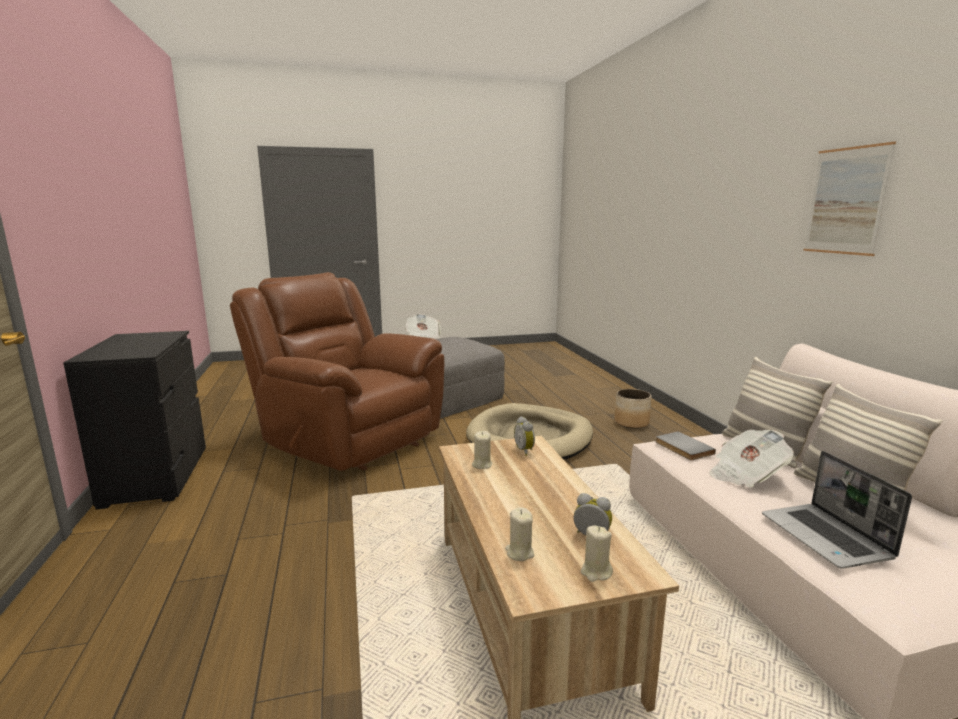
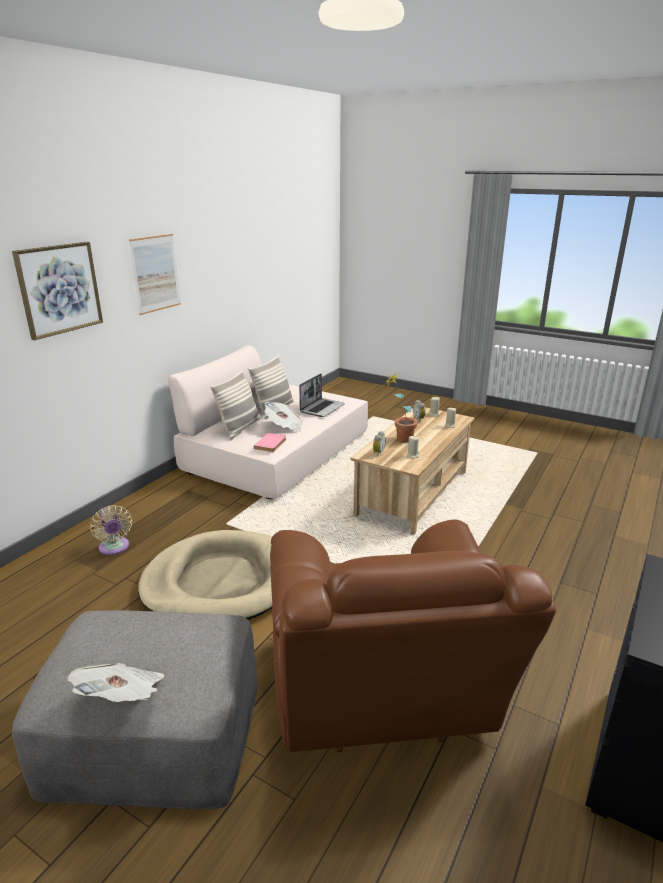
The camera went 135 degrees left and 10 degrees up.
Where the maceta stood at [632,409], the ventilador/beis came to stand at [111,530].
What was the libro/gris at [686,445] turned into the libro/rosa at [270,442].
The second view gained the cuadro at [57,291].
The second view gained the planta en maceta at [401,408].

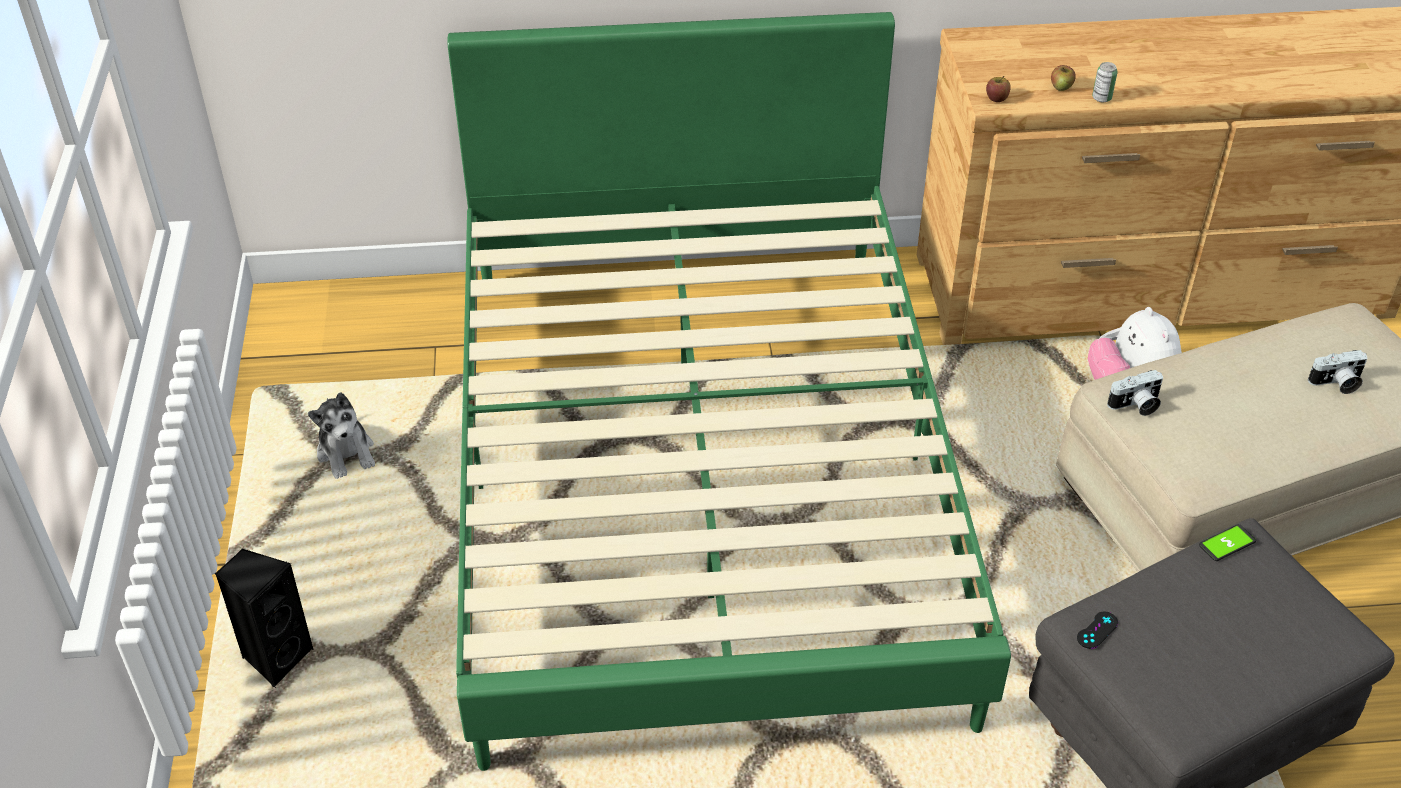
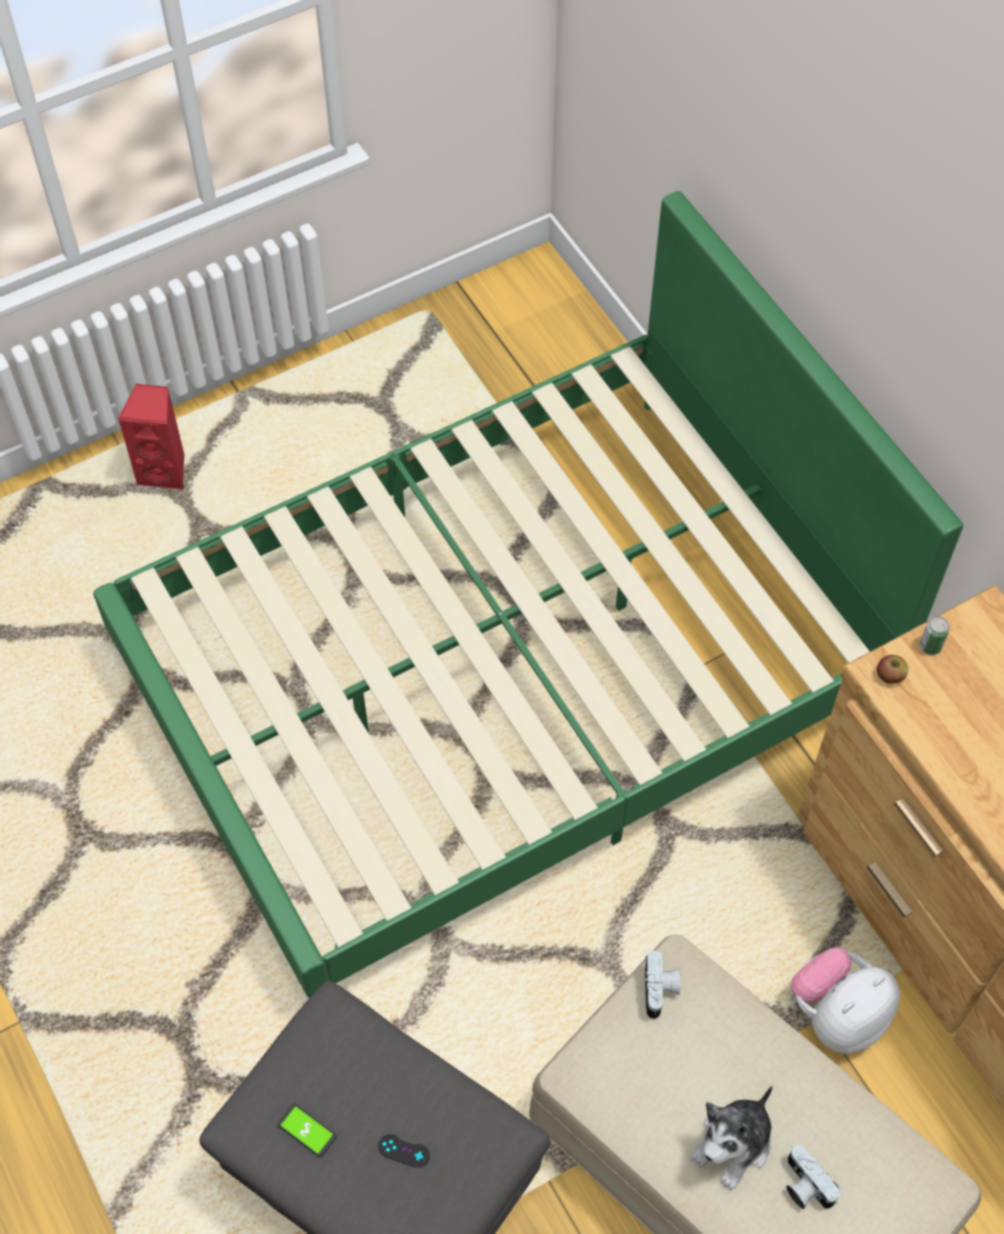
The camera went 65 degrees right and 15 degrees up.
What was the altavoz/negro at [264,618] turned into the altavoz/rojo at [151,437].
The peluche ended up elsewhere, having gone from [341,435] to [732,1138].
The second view lost the manzana at [1063,78].
The mando de consola/negro ended up elsewhere, having gone from [1097,630] to [404,1151].
The lata ended up elsewhere, having gone from [1105,82] to [934,635].
The cámara at [1135,393] ended up facing another way, 135 degrees counterclockwise from before.
The móvil ended up elsewhere, having gone from [1227,542] to [307,1130].

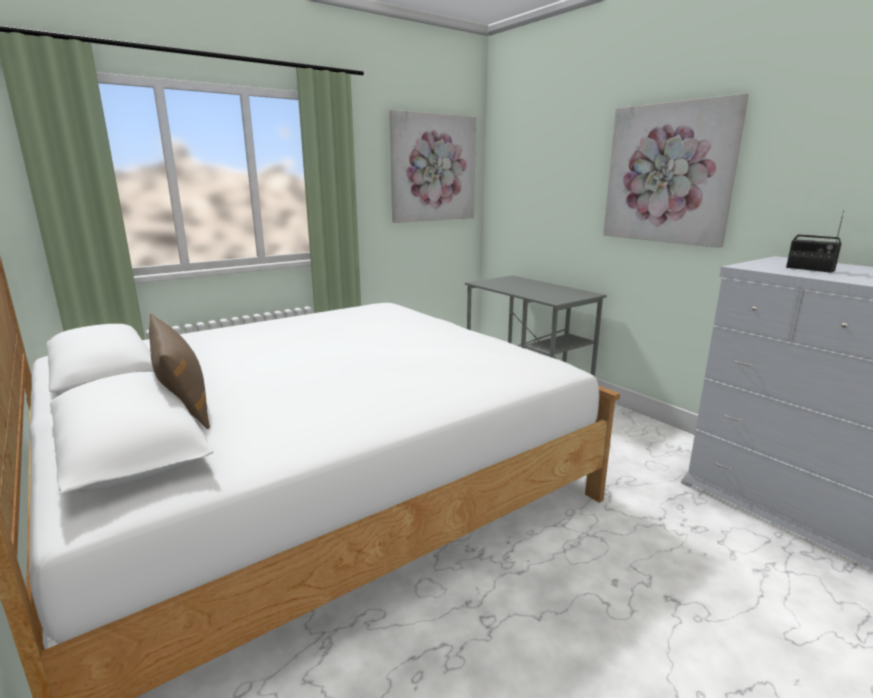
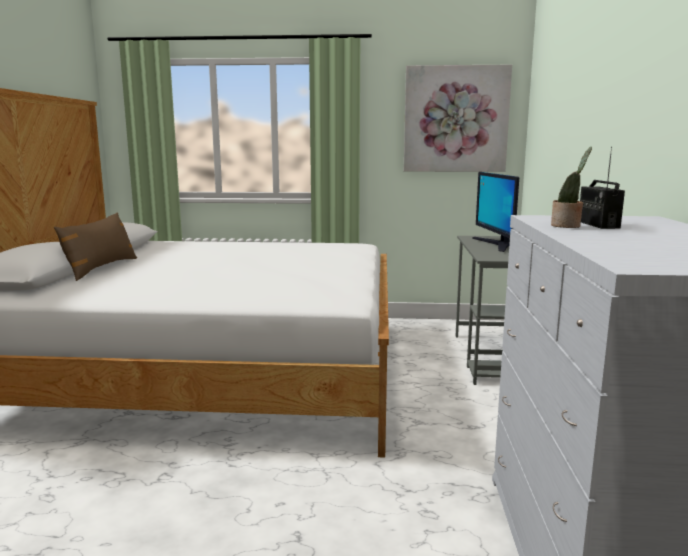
The camera went 40 degrees right and 5 degrees down.
The second view lost the cuadro at [676,170].
The second view gained the monitor at [495,212].
The second view gained the planta en maceta at [571,187].

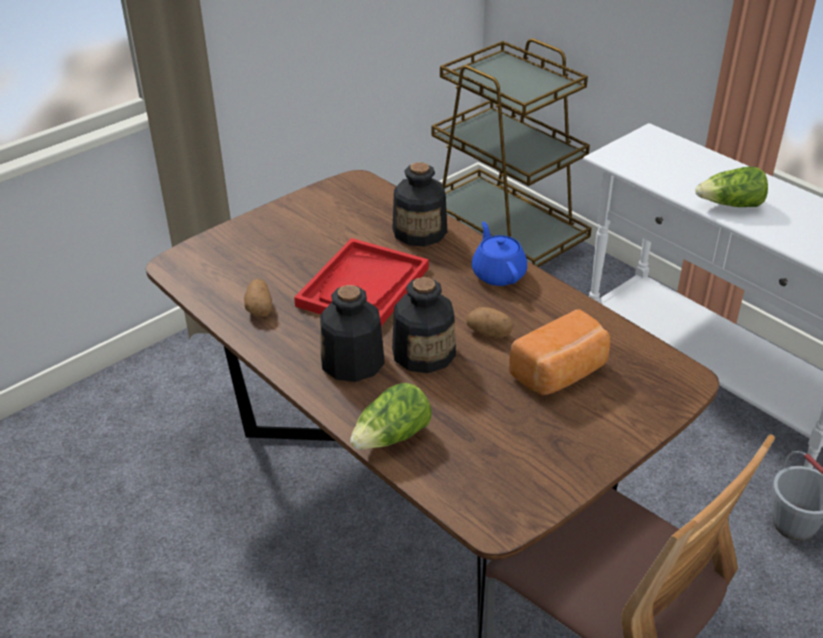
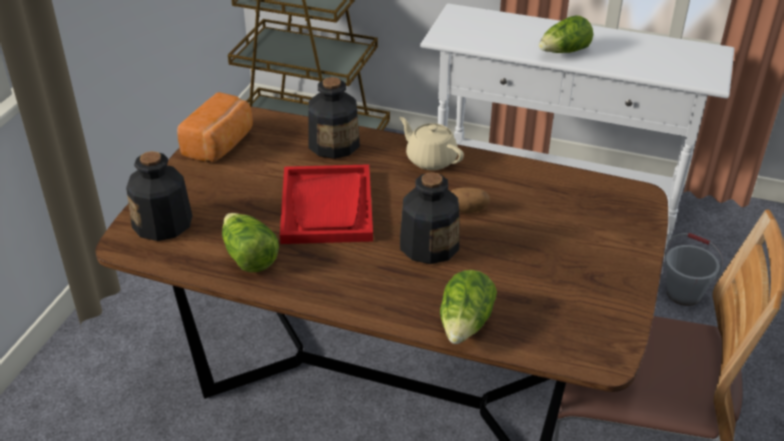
The camera went 30 degrees left and 0 degrees up.
Where the patata stood at [258,298], the lechuga came to stand at [250,242].
The botella ended up elsewhere, having gone from [352,333] to [159,196].
What was the tetera/azul at [499,253] turned into the tetera/beis at [431,143].
The pan ended up elsewhere, having gone from [559,352] to [215,127].

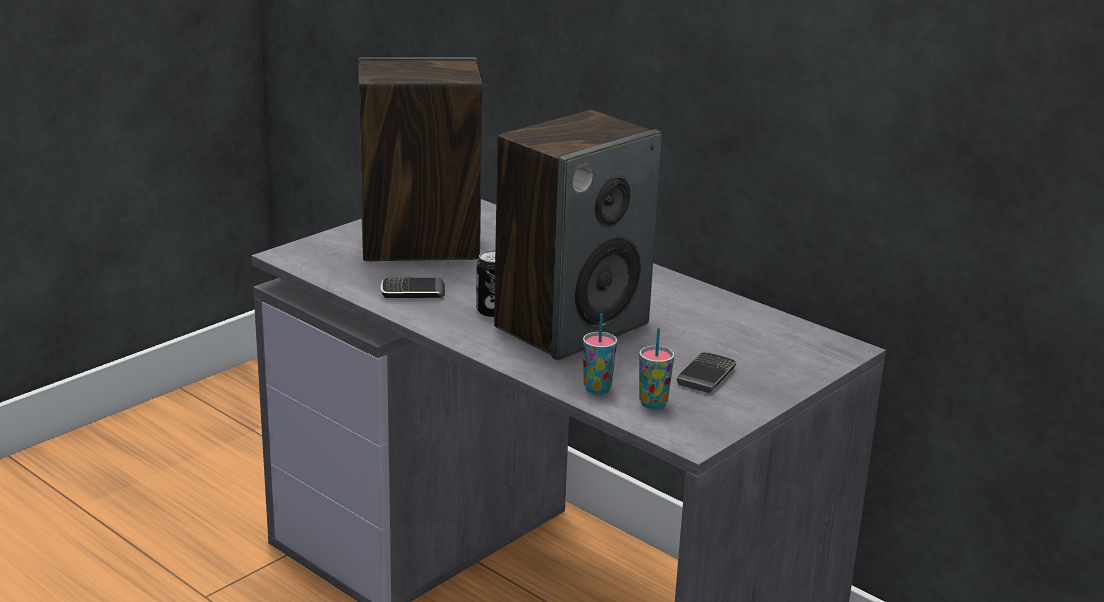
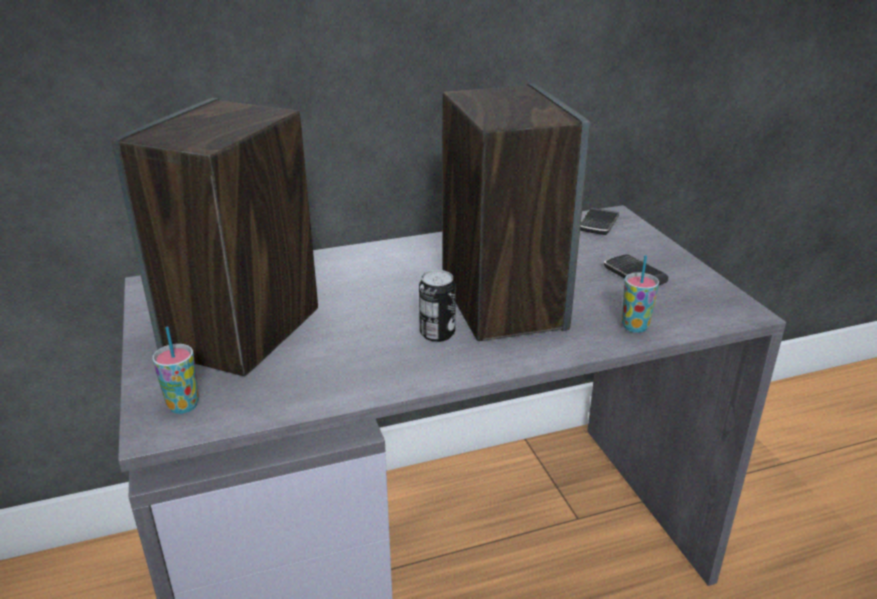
The camera went 60 degrees left and 5 degrees up.
The móvil ended up elsewhere, having gone from [413,288] to [599,221].
The taza ended up elsewhere, having gone from [656,368] to [175,370].

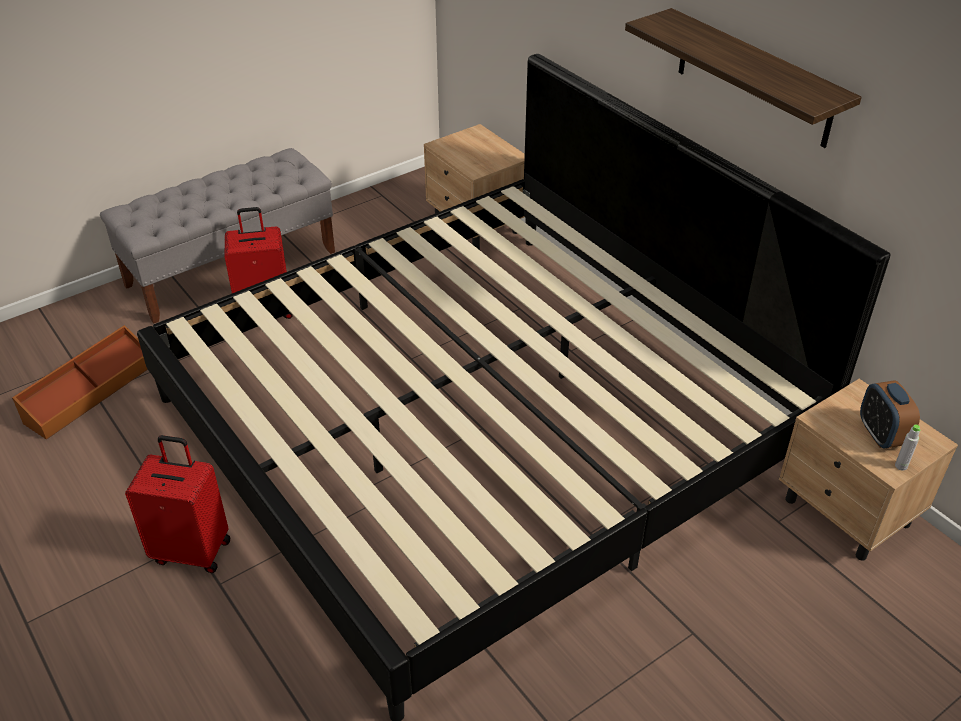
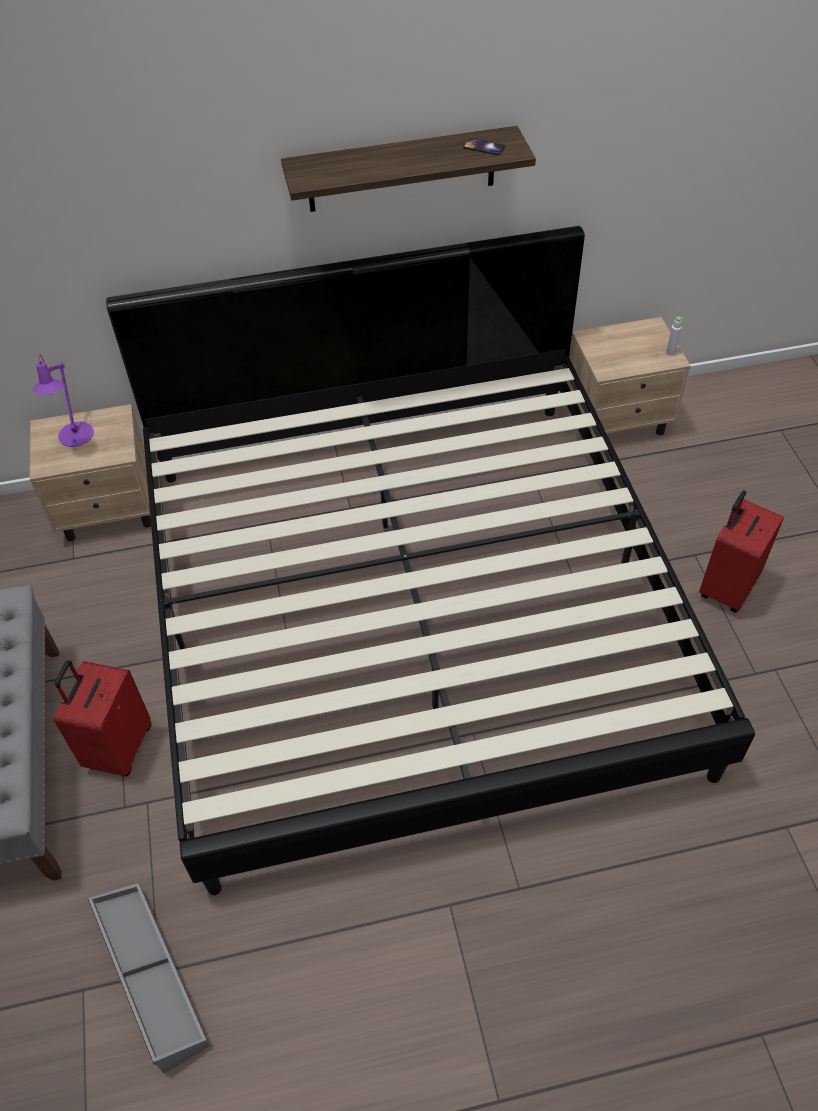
The camera went 65 degrees left and 10 degrees up.
What was the caja de almacenaje/marrón at [80,382] turned into the caja de almacenaje/gris at [149,978].
The maleta/rojo ended up elsewhere, having gone from [178,504] to [741,551].
The second view lost the despertador at [890,414].
The second view gained the lámpara de mesa/morado at [63,400].
The second view gained the móvil at [484,146].

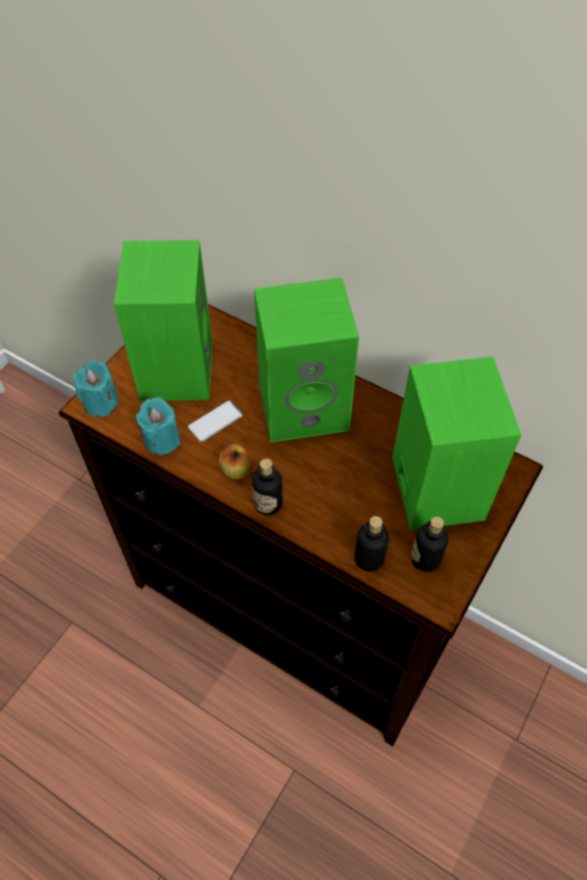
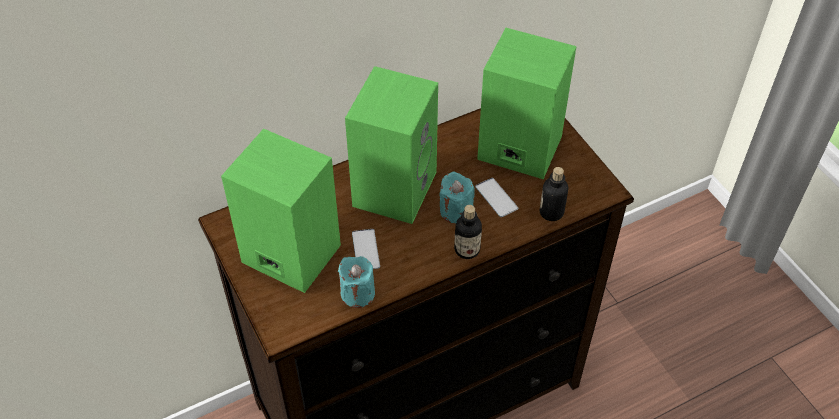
The camera went 60 degrees left and 5 degrees down.
The vela/turquesa ended up elsewhere, having gone from [96,388] to [457,197].
The second view lost the manzana at [236,461].
The second view lost the botella at [430,544].
The second view gained the móvil at [496,197].

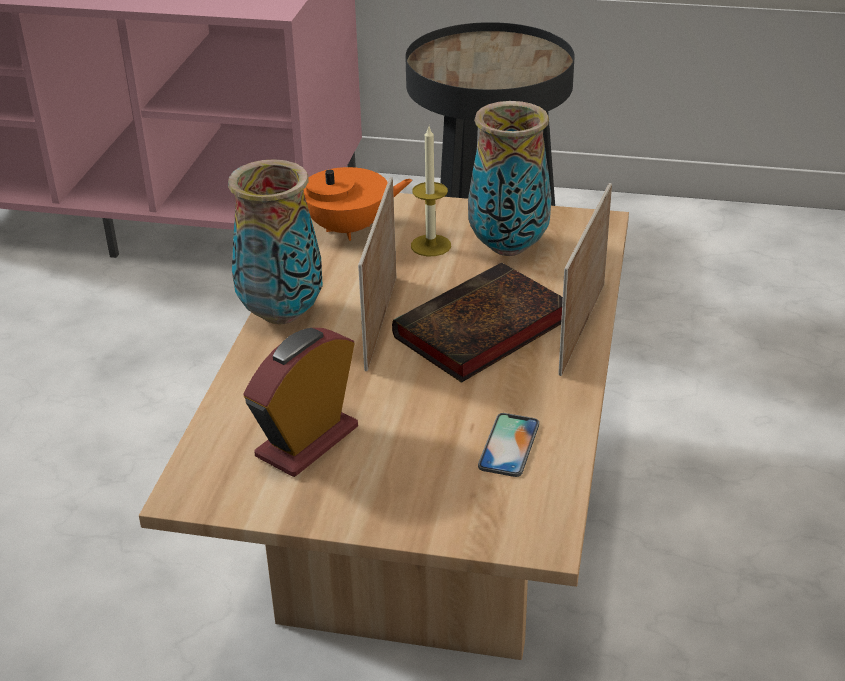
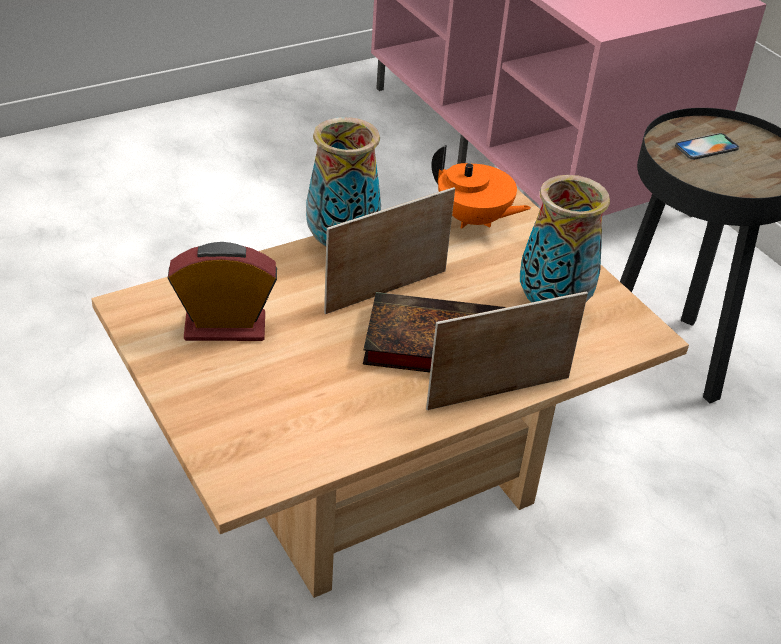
The camera went 45 degrees right and 5 degrees up.
The second view lost the vela at [431,191].
The móvil ended up elsewhere, having gone from [508,445] to [707,146].

